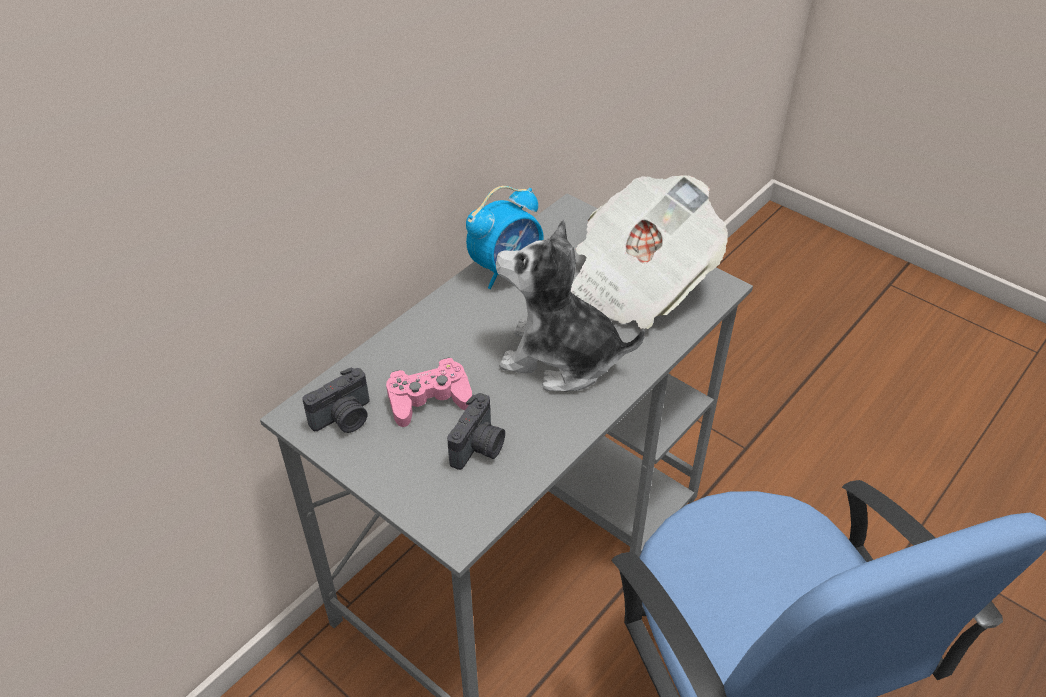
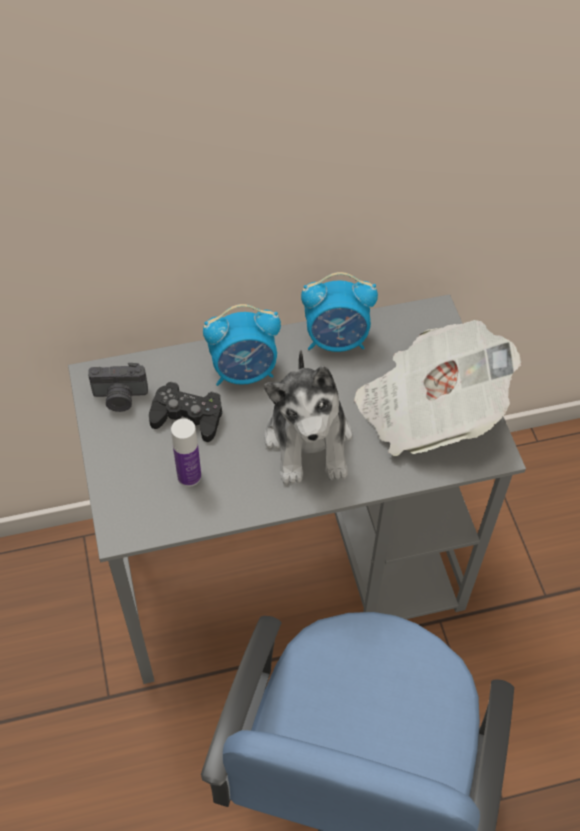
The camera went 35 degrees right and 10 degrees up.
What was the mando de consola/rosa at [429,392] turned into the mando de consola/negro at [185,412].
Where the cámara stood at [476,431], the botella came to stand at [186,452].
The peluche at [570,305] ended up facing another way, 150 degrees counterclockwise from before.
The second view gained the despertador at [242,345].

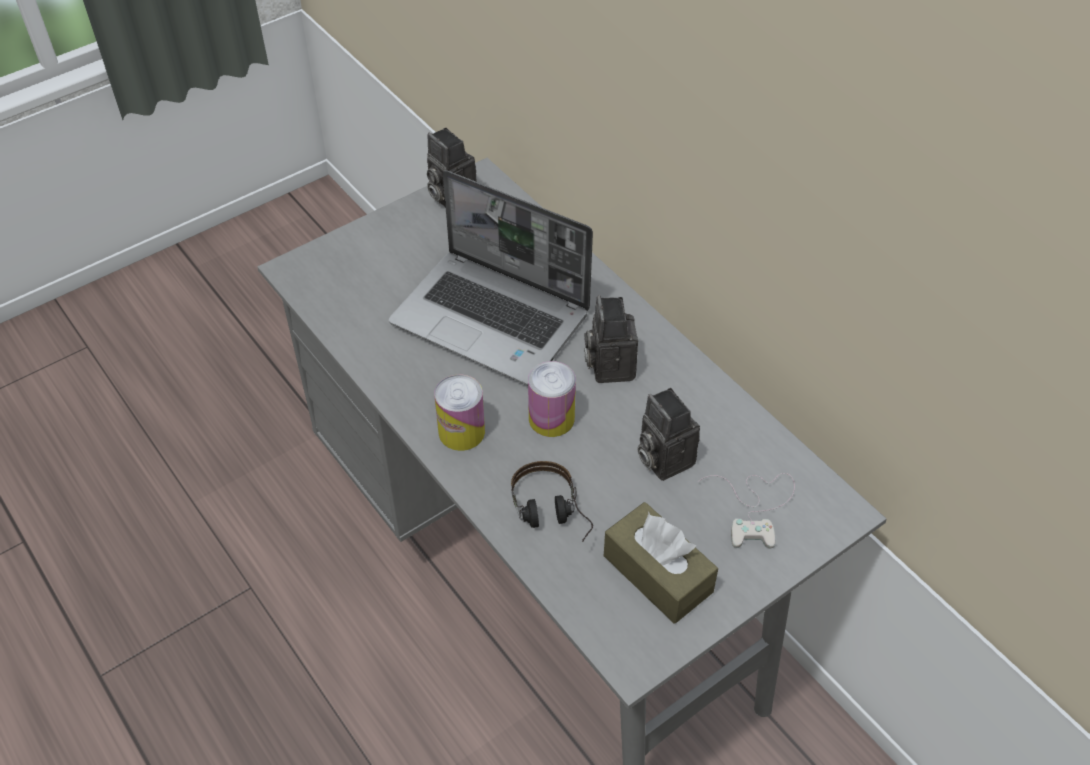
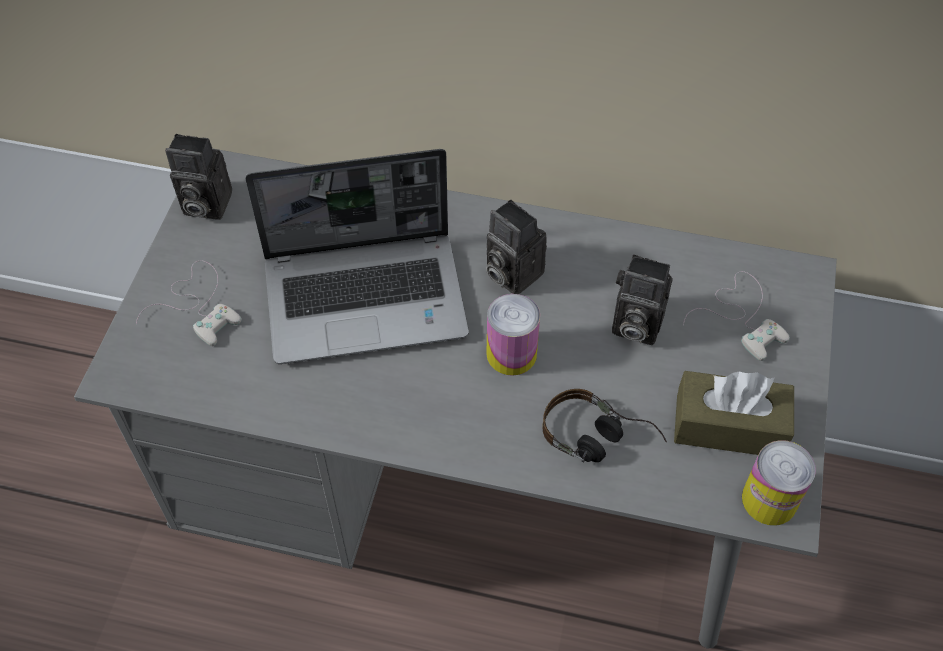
The camera went 40 degrees left and 5 degrees up.
The lata ended up elsewhere, having gone from [459,413] to [779,483].
The second view gained the mando de consola/blanco at [189,303].

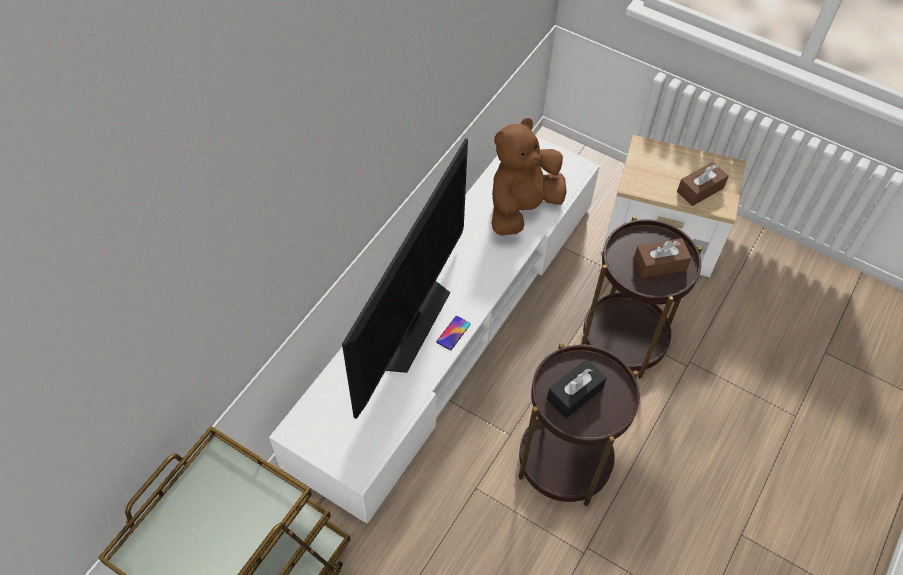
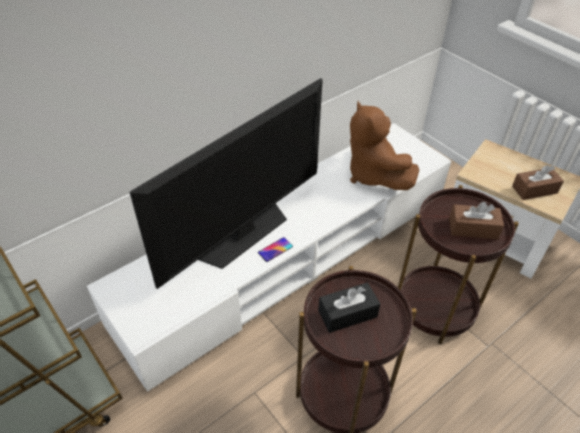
The camera went 20 degrees right and 10 degrees down.
The peluche/marrón at [529,177] ended up facing another way, 90 degrees counterclockwise from before.

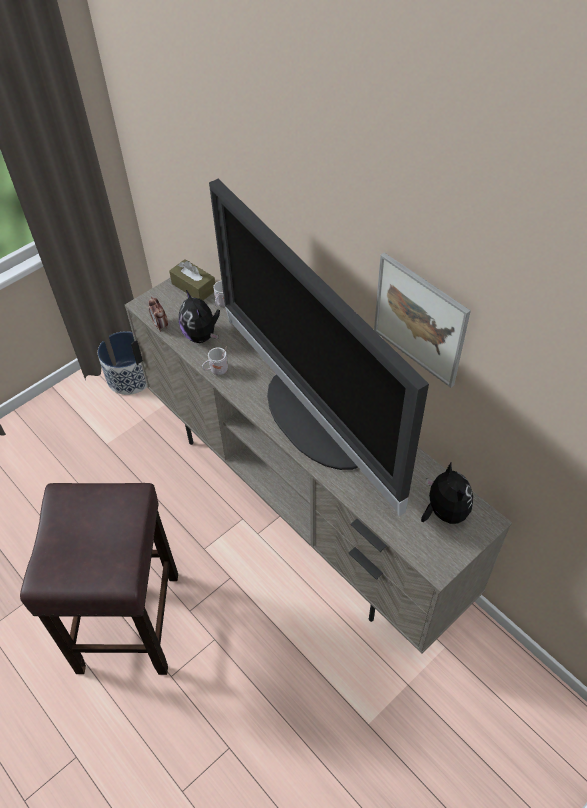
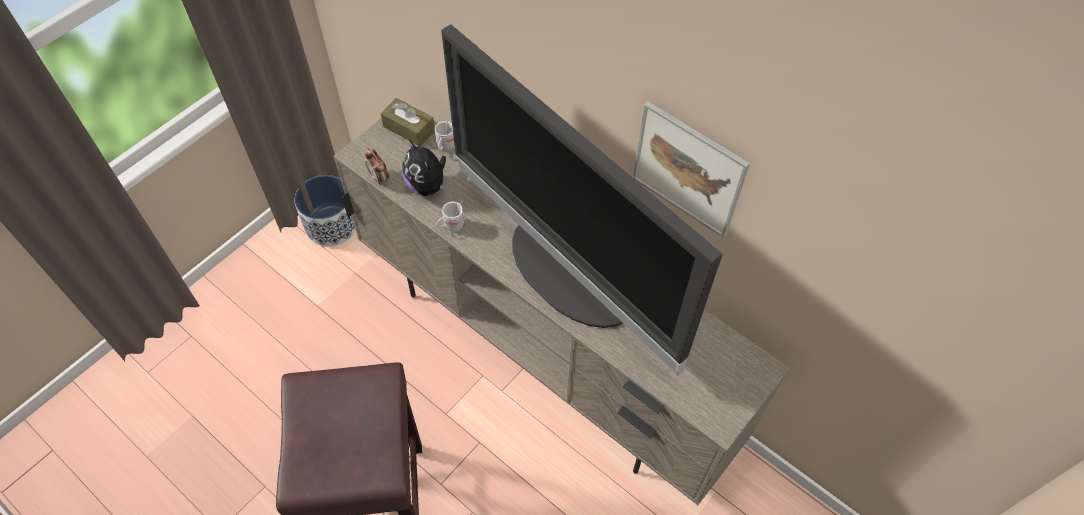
The camera went 10 degrees left and 5 degrees up.
The second view lost the peluche at [447,493].

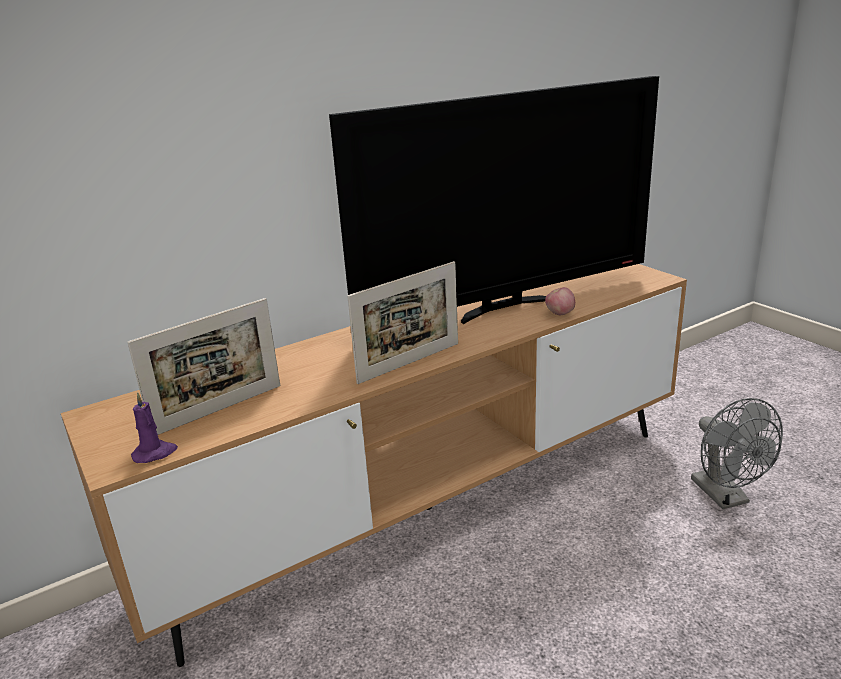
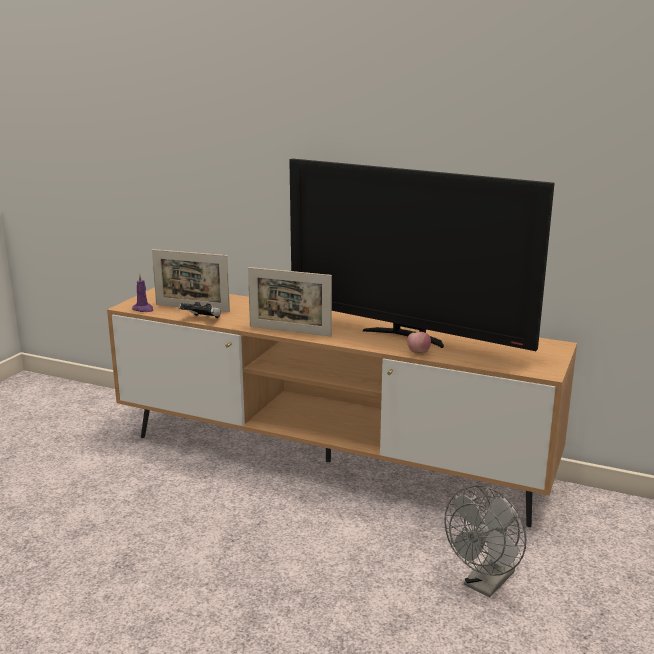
The camera went 55 degrees right and 5 degrees down.
The second view gained the mando de consola at [200,310].

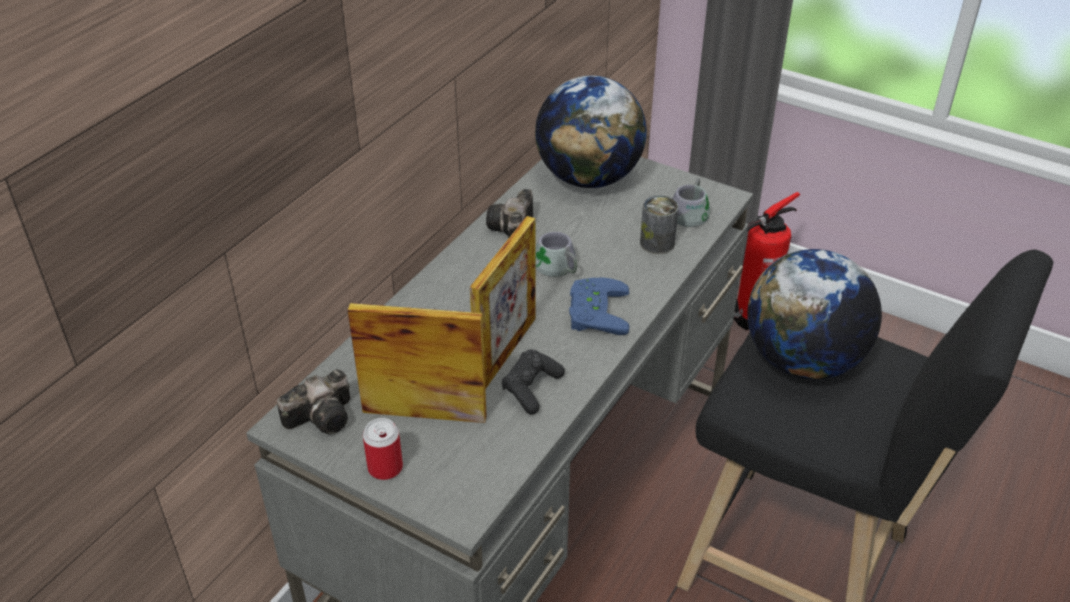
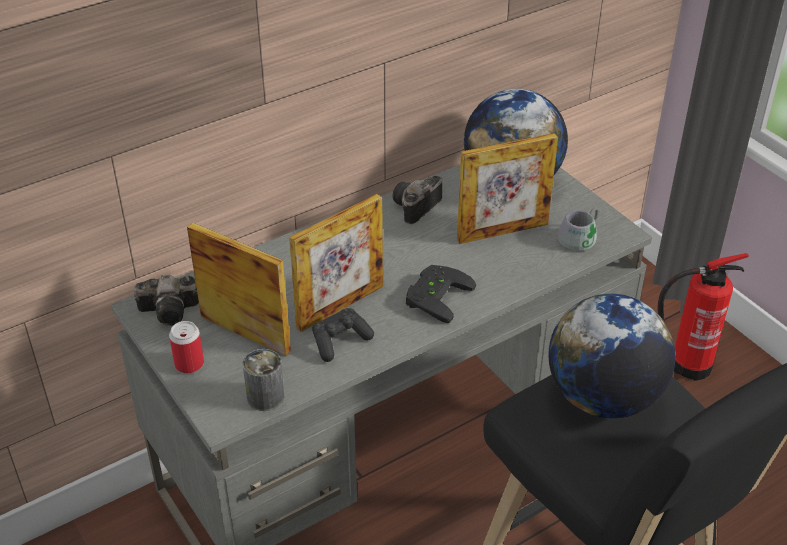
The camera went 25 degrees right and 0 degrees up.
The second view lost the taza grande/gris at [556,259].
What was the mando de consola/azul at [599,306] turned into the mando de consola/negro at [441,294].
The lata ended up elsewhere, having gone from [659,224] to [263,380].
The second view gained the portarretratos at [507,188].

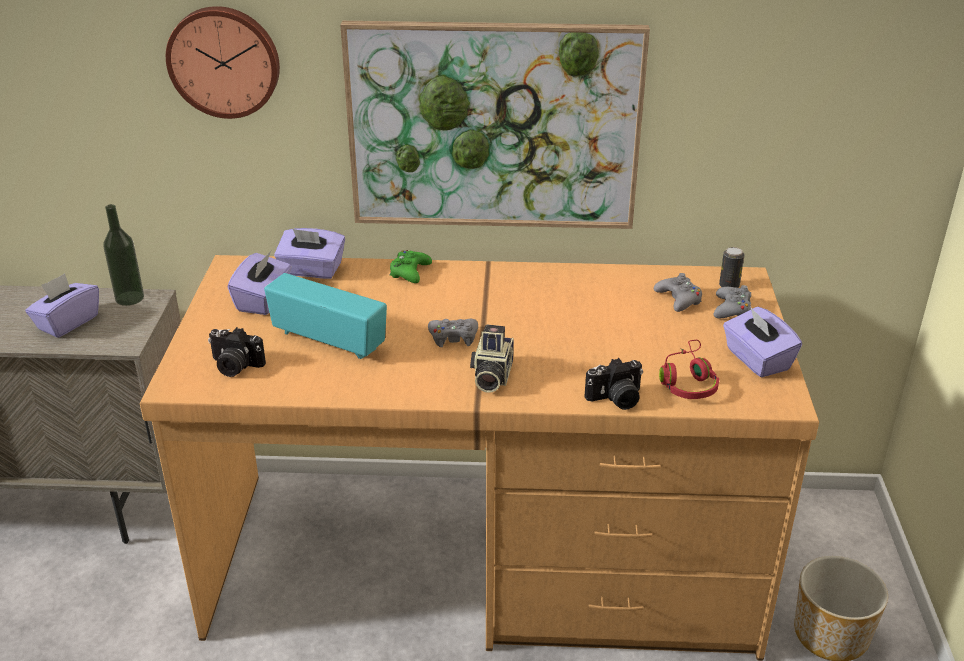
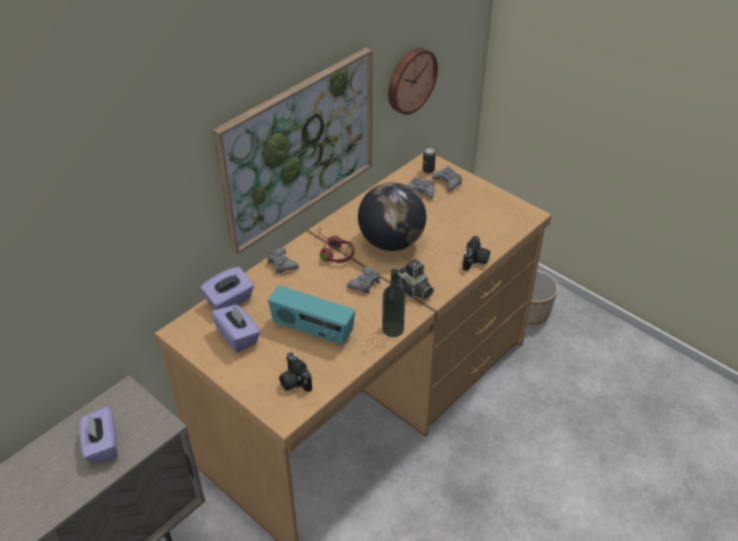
The camera went 50 degrees left and 10 degrees up.
The botella ended up elsewhere, having gone from [123,255] to [393,303].
The reloj de pared ended up elsewhere, having gone from [223,62] to [413,81].
The cámara at [237,352] ended up facing another way, 90 degrees clockwise from before.
The radio at [325,316] ended up facing another way, 135 degrees counterclockwise from before.
What was the mando de consola/verde at [411,266] turned into the mando de consola/gris at [283,261].
The auriculares/rojo ended up elsewhere, having gone from [689,369] to [334,245].
The second view lost the caja de pañuelos/morado at [762,342].
The second view gained the globo terráqueo at [392,216].

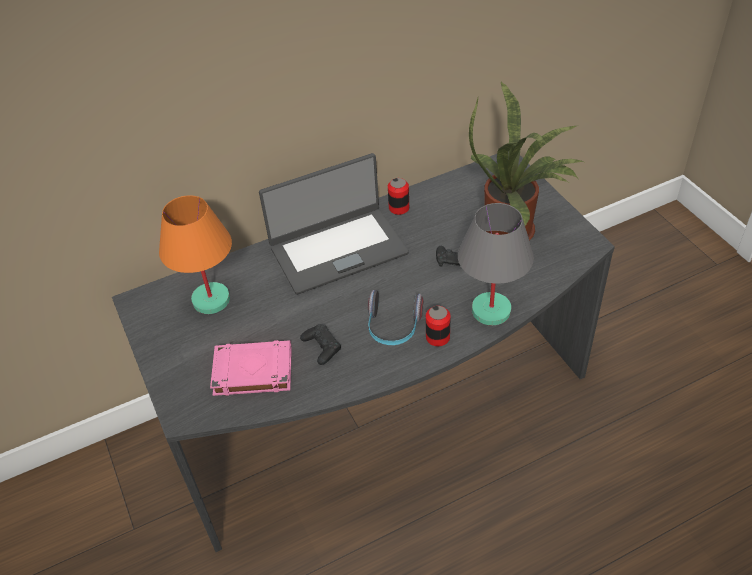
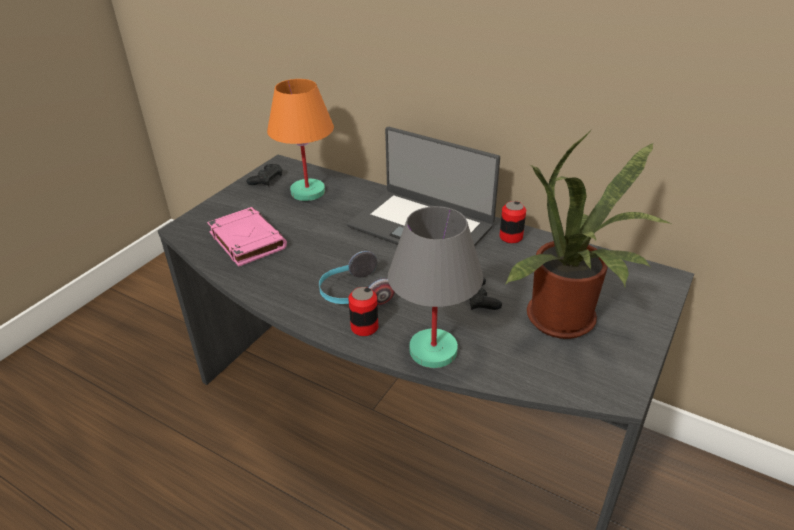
The camera went 55 degrees right and 10 degrees down.
The mando de consola/negro ended up elsewhere, having gone from [320,344] to [264,175].

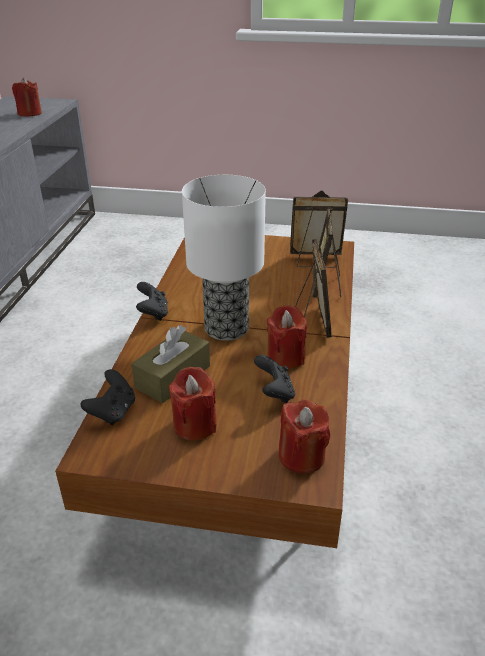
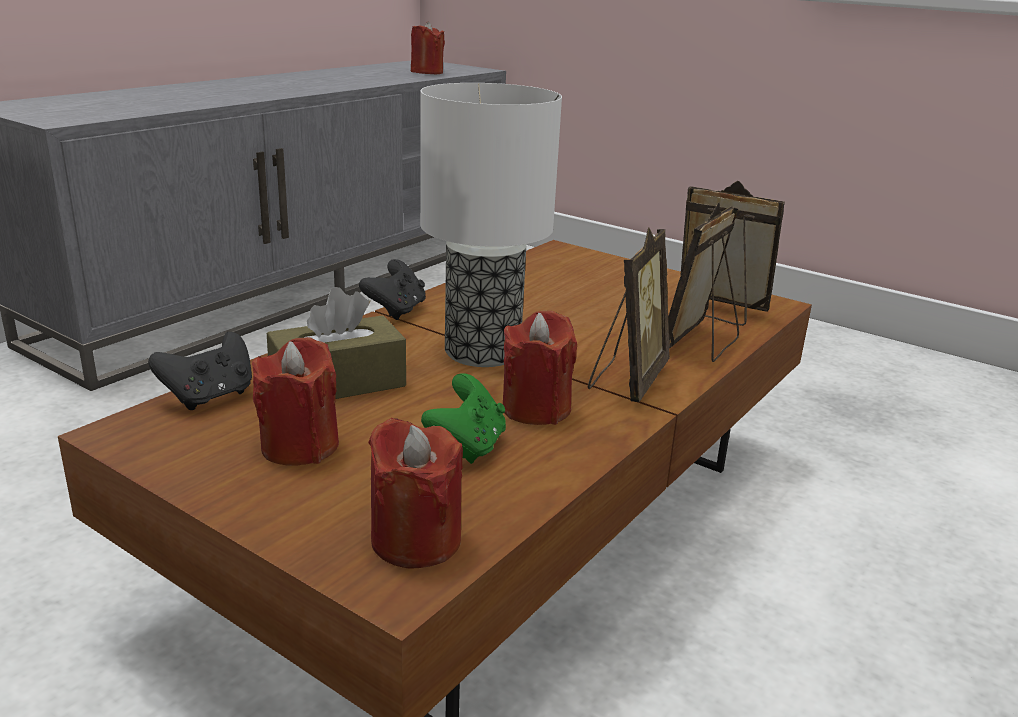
The camera went 25 degrees right and 10 degrees down.
What was the mando de consola/negro at [274,379] turned into the mando de consola/verde at [463,418].

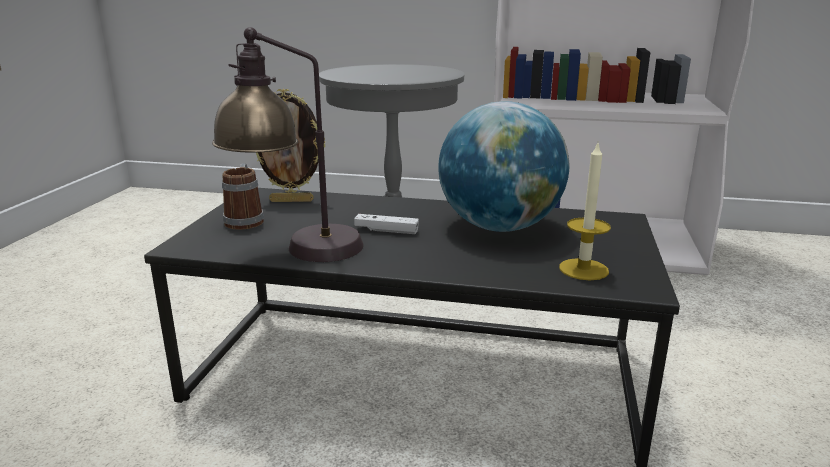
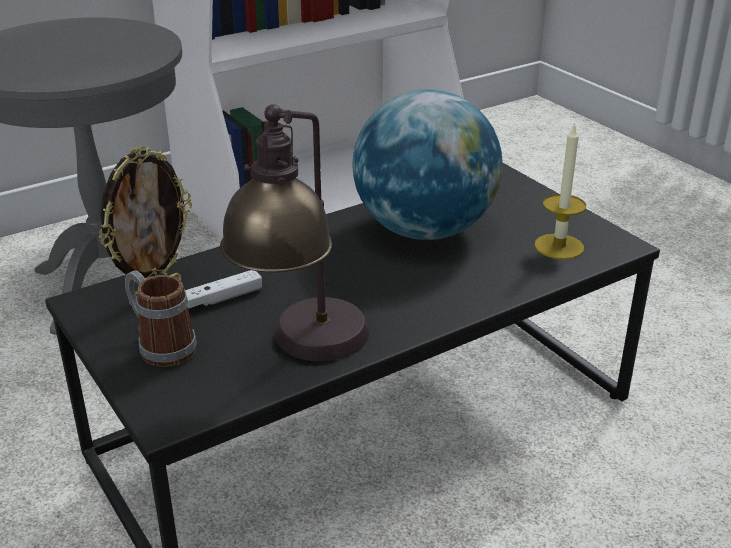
The camera went 45 degrees left and 10 degrees up.
The mando de consola/blanco ended up elsewhere, having gone from [386,224] to [224,289].

